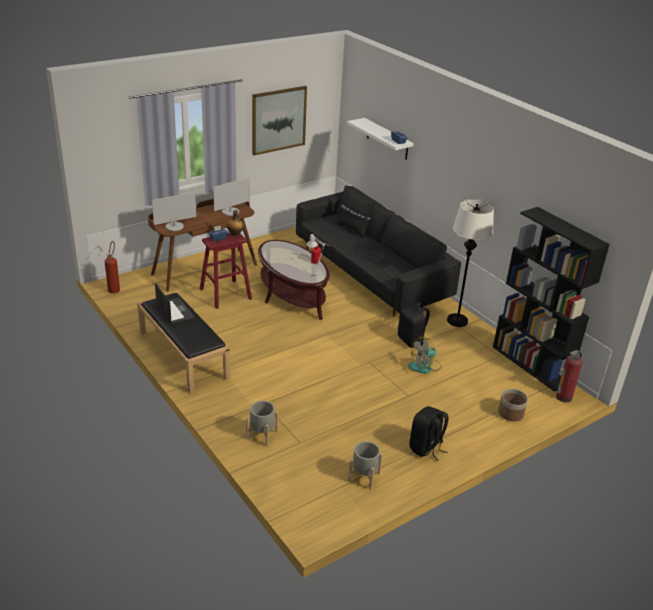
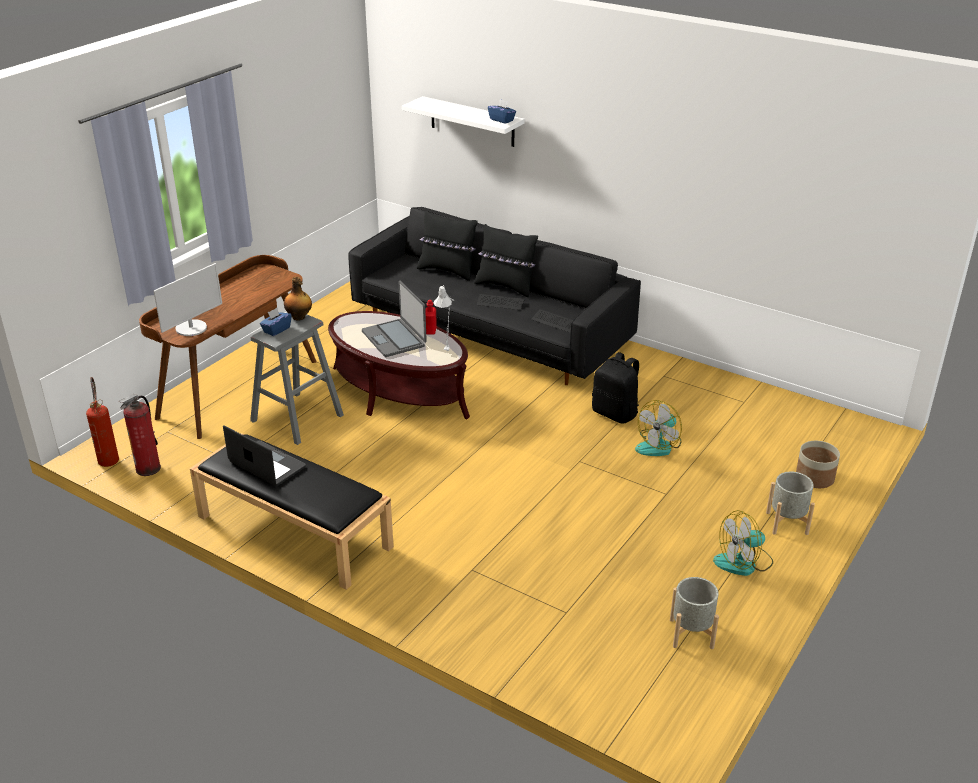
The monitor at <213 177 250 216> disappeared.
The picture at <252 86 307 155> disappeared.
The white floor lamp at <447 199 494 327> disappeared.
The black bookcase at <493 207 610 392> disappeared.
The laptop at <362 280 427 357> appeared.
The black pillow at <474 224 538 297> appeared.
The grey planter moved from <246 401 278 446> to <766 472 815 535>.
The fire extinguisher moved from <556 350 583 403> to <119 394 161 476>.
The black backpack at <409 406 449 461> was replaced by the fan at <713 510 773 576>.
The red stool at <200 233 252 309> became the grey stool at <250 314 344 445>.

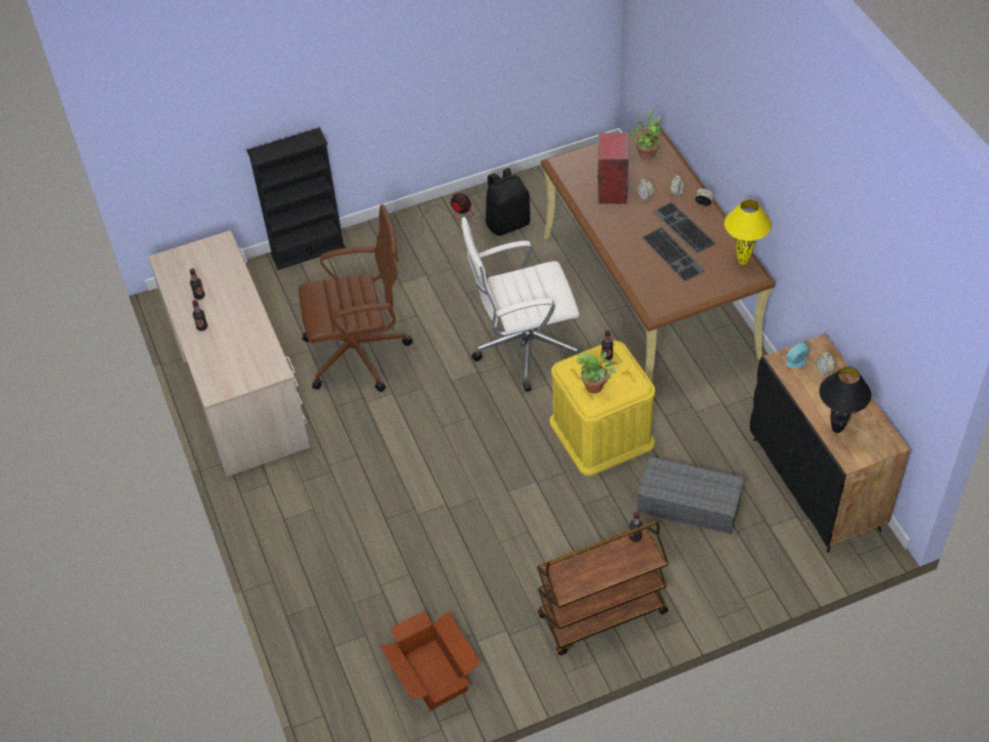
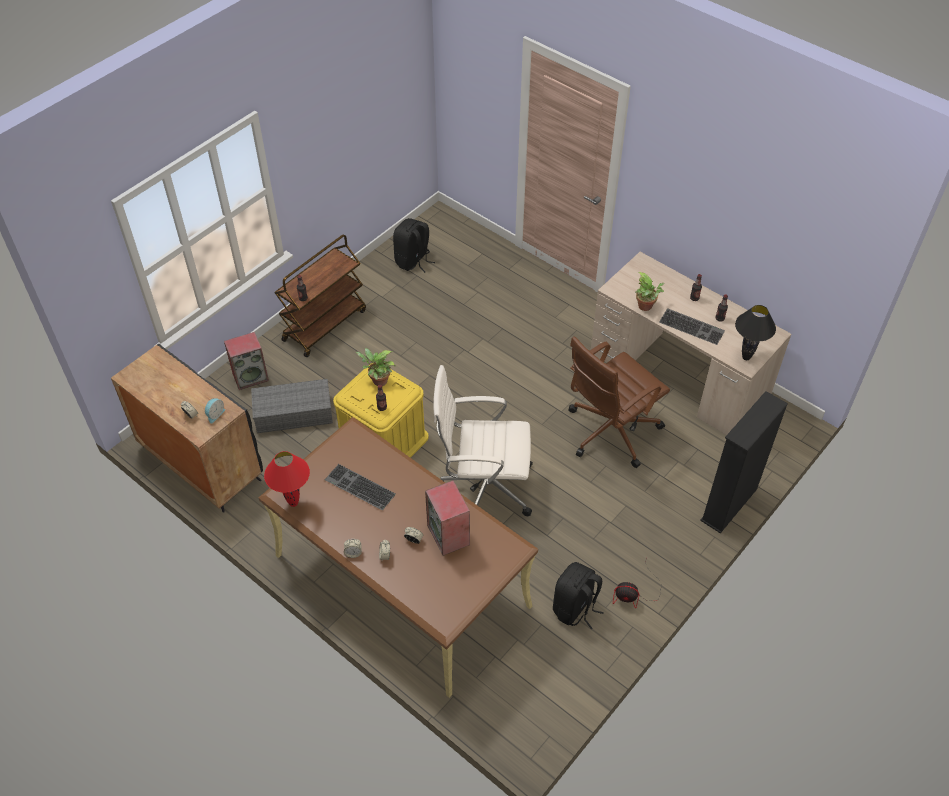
The speaker at <224 332 269 390> appeared.
The potted plant moved from <628 109 663 161> to <636 272 664 311>.
The keyboard moved from <653 202 716 253> to <659 308 725 345>.
The black table lamp moved from <819 367 871 433> to <735 305 776 360>.
The cardboard box at <380 610 481 711> was replaced by the black backpack at <393 218 435 273>.
The yellow table lamp at <724 199 771 265> became the red table lamp at <264 451 310 507>.
The white office chair at <461 217 581 392> turned 135 degrees counterclockwise.

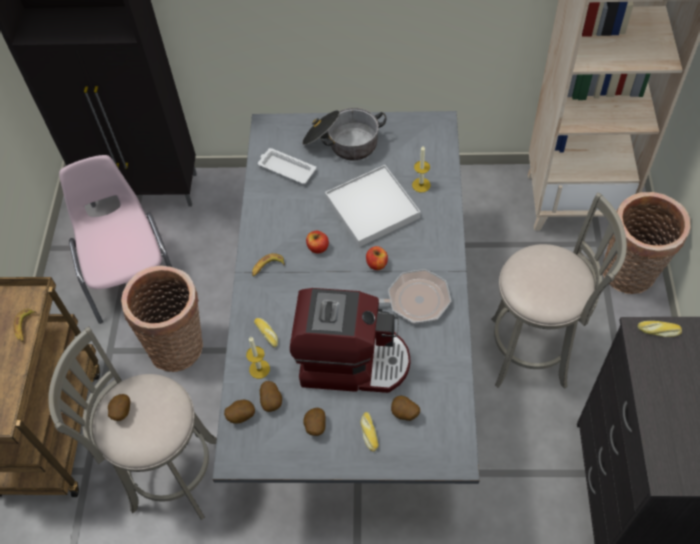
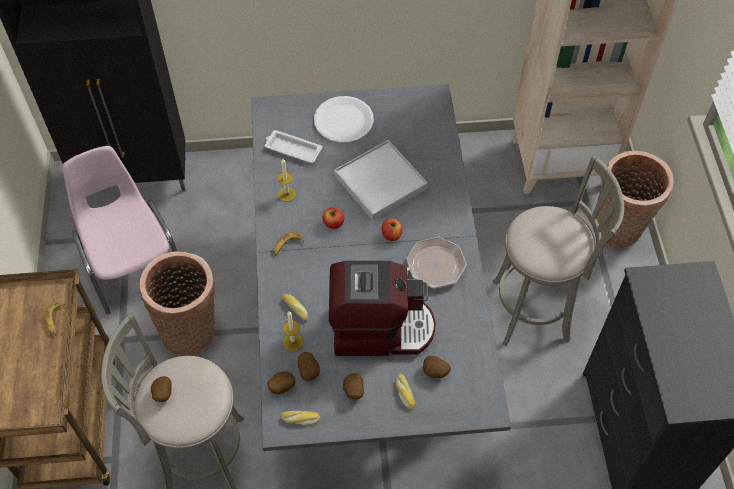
The candle moved from <412 146 431 193> to <277 159 296 202>.
The bread moved from <637 321 682 337> to <281 411 320 425>.
The cooking pot at <302 108 386 161> was replaced by the white plate at <314 96 374 143>.

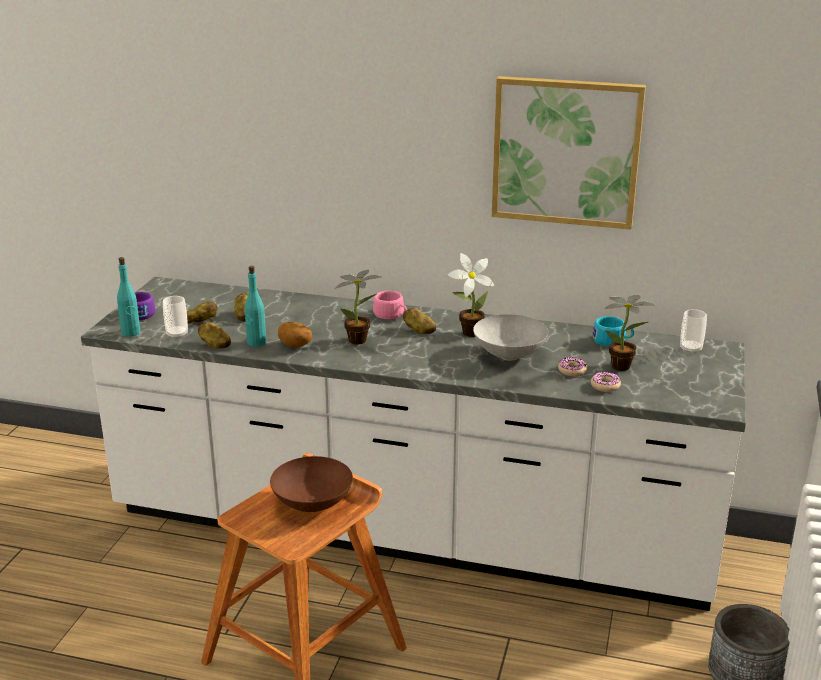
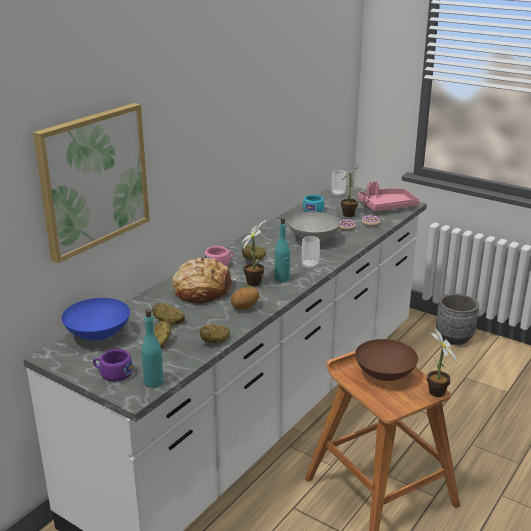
The blue bowl at <62 298 130 341> appeared.
The bread at <172 257 236 304> appeared.
The pink tray at <358 181 420 211> appeared.
The cup moved from <163 296 188 339> to <302 236 320 270>.
The turquoise bottle moved from <245 266 266 347> to <275 218 290 282>.
The potted plant moved from <448 253 495 337> to <427 326 458 397>.
The picture moved from <492 76 646 230> to <33 103 150 263>.

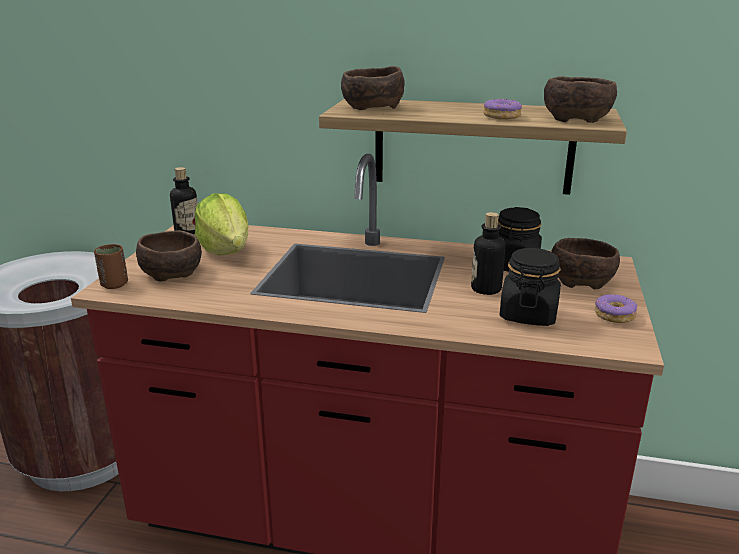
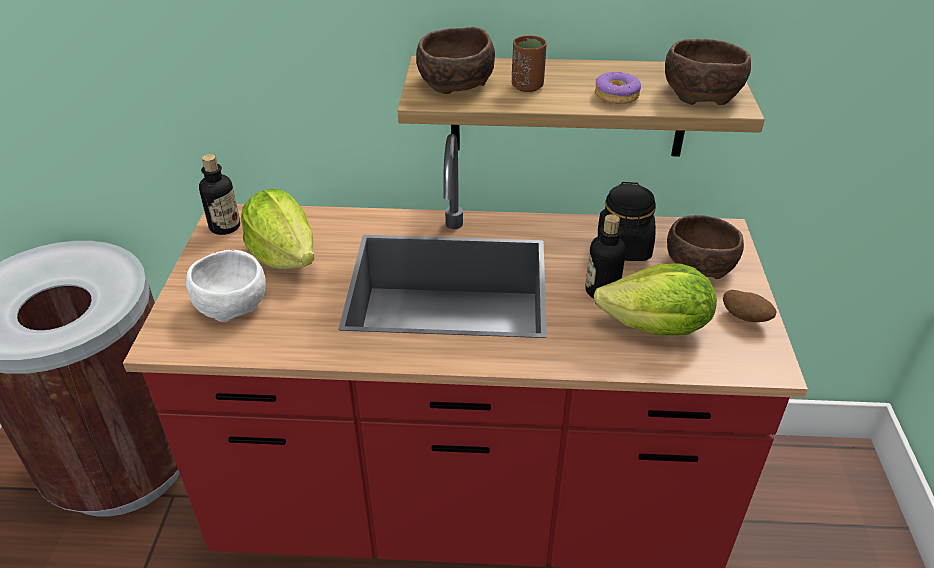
The brown cup moved from <94 244 128 289> to <512 35 547 92>.
The black jar at <500 248 561 326> was replaced by the lettuce at <594 264 717 335>.
The donut at <595 294 638 323> was replaced by the potato at <723 290 776 322>.
The brown bowl at <136 230 202 282> became the white bowl at <186 250 266 322>.

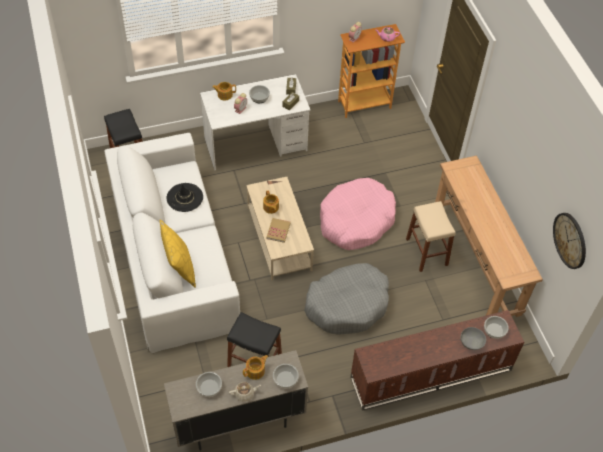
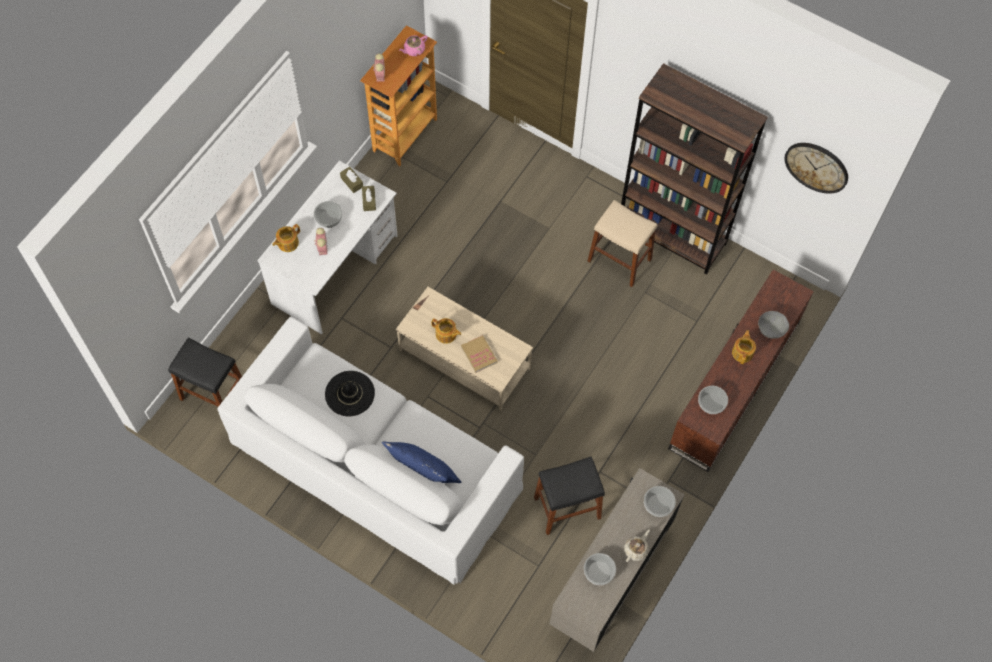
The grey dog bed at <304 263 389 335> disappeared.
The pink dog bed at <320 178 396 250> disappeared.
The teapot moved from <243 355 268 380> to <732 330 756 364>.
The bowl moved from <484 316 509 339> to <698 386 728 414>.
The brown console table at <435 155 543 317> was replaced by the brown bookcase at <621 63 768 275>.
The yellow pillow at <160 219 196 288> became the blue pillow at <382 441 461 483>.

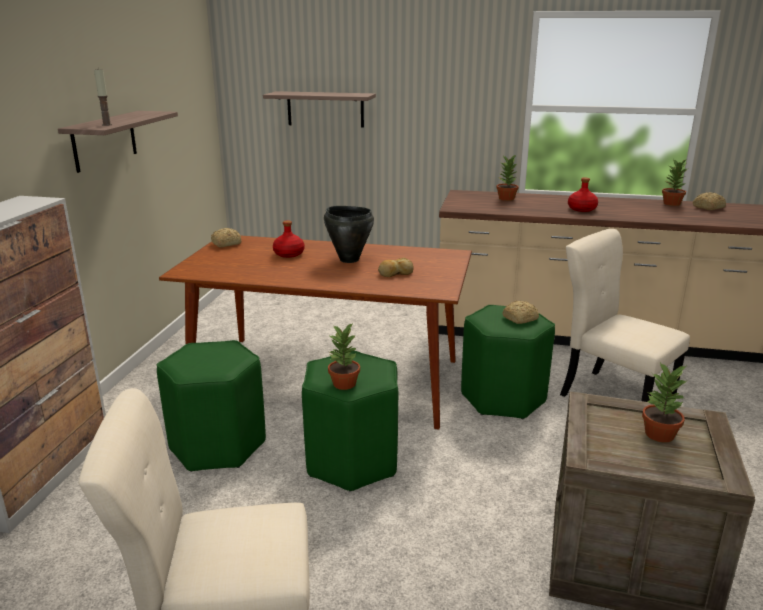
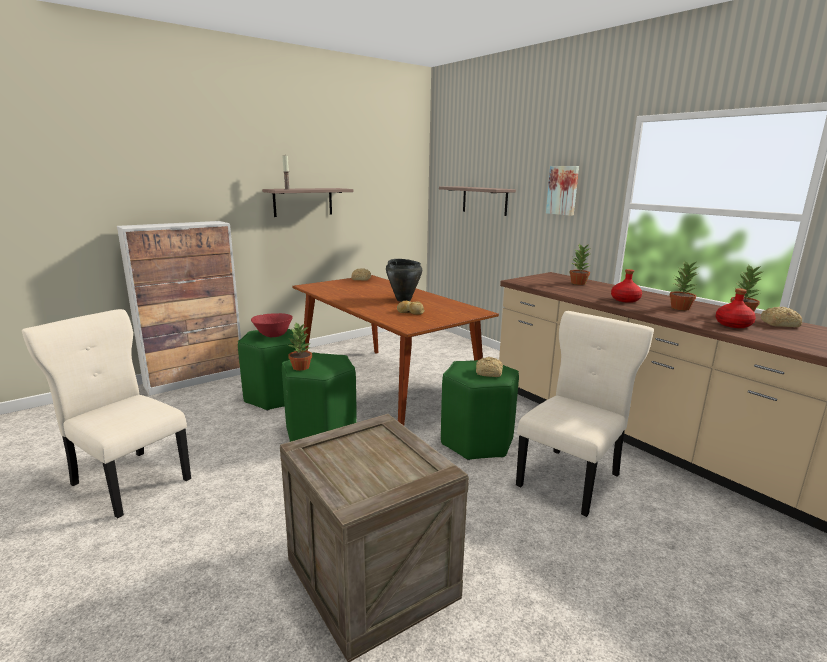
The red bowl at <251 313 293 337> appeared.
The picture at <546 166 579 216> appeared.
The red bottle moved from <273 220 305 258> to <715 288 756 328>.
The potted plant moved from <642 363 687 442> to <669 262 700 311>.
The beige chair at <560 229 690 402> turned 45 degrees clockwise.

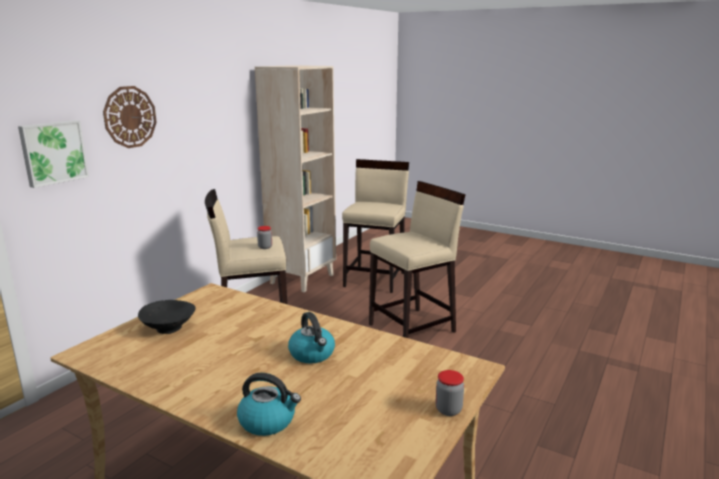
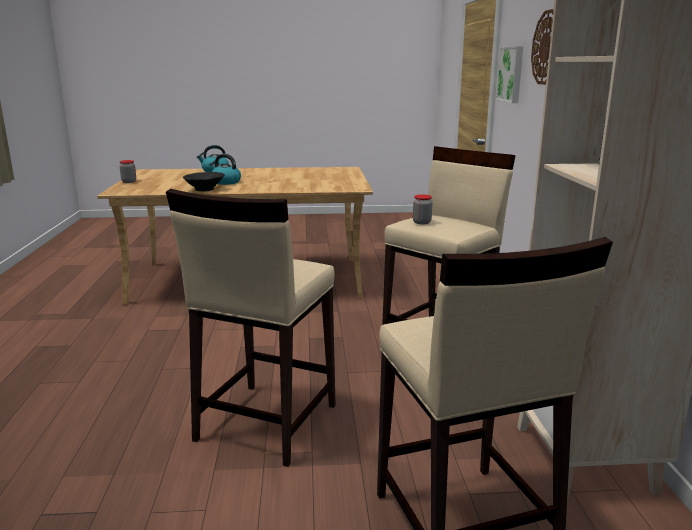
The black bowl moved from <138 300 196 334> to <183 172 225 191>.

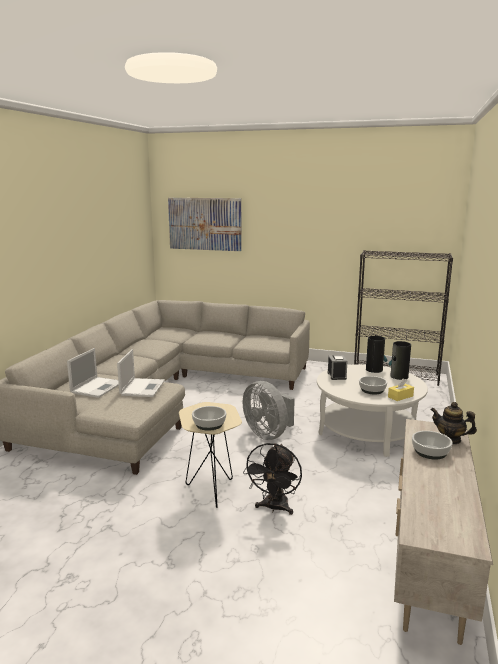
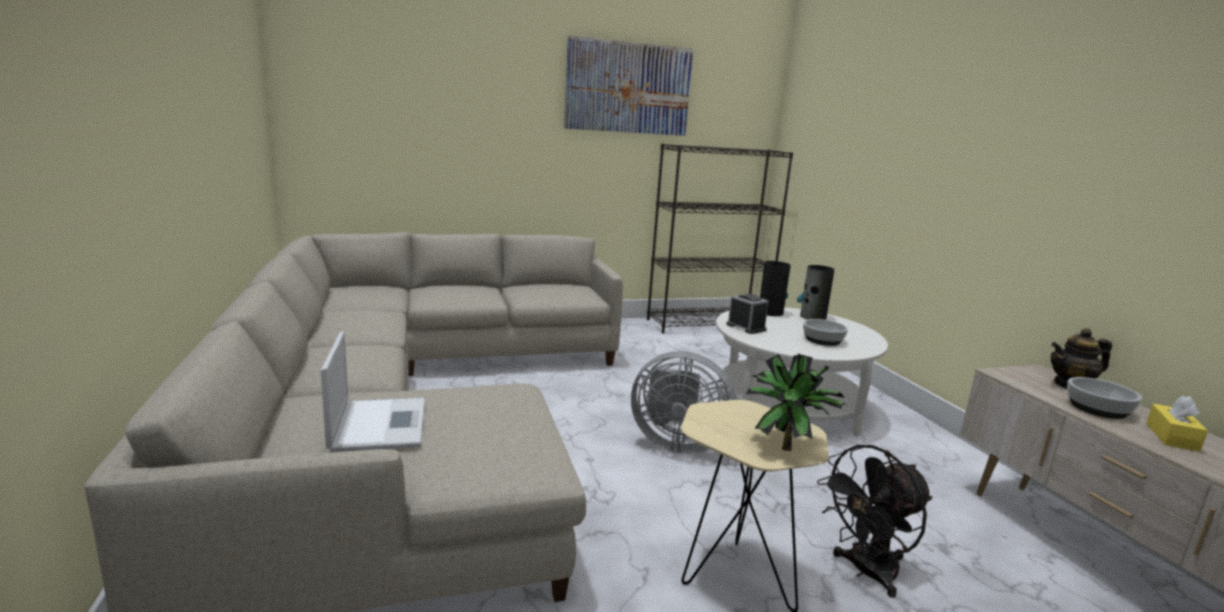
The laptop at <117 349 165 397> disappeared.
The picture moved from <168 198 242 251> to <564 35 693 136>.
The yellow tissue box moved from <388 378 414 401> to <1146 396 1208 452>.
The bowl at <192 406 226 431> was replaced by the potted plant at <746 354 846 451>.
The black fan at <243 443 302 515> turned 75 degrees clockwise.

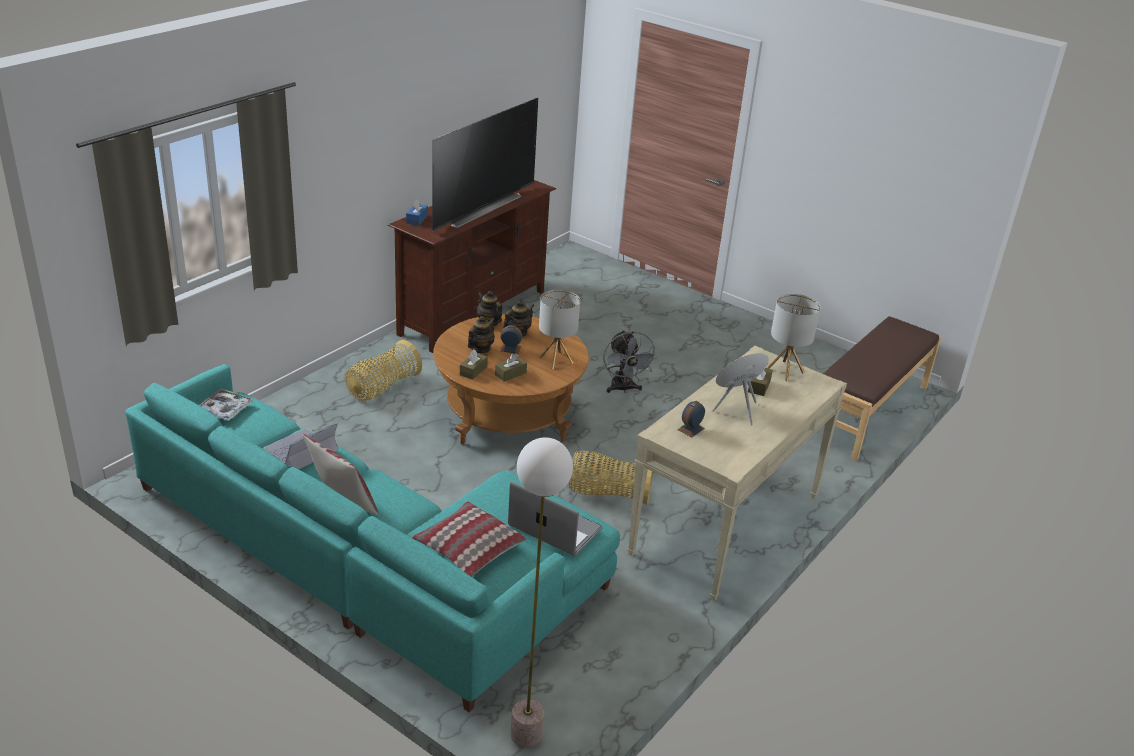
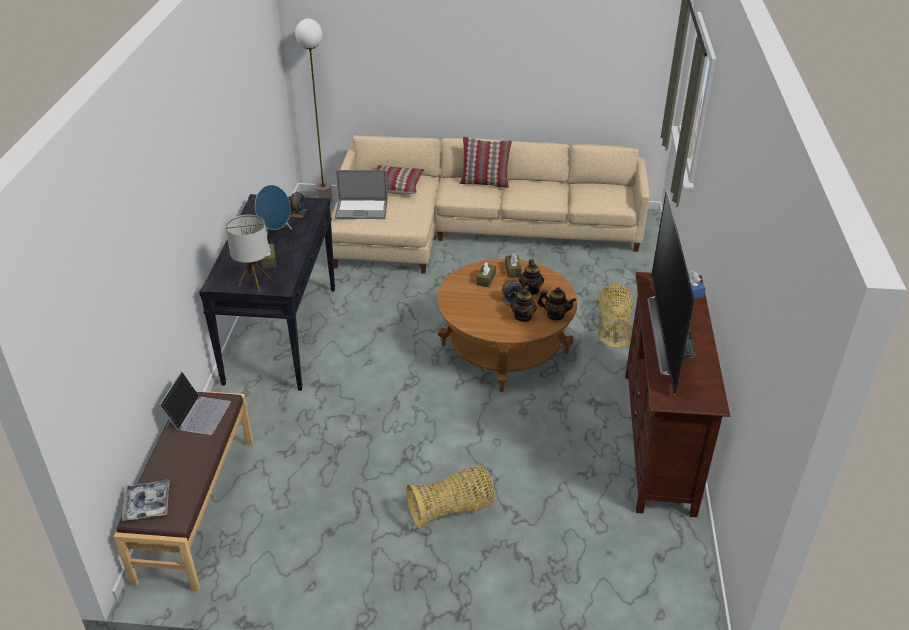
The table lamp at <539 290 580 370> disappeared.
The grey fan at <603 330 657 393> disappeared.
The tray moved from <199 388 253 421> to <122 480 170 521>.
The laptop moved from <263 422 338 469> to <159 371 231 435>.
The basket moved from <569 451 653 505> to <406 466 495 529>.
The turquoise sofa at <125 364 620 712> became the beige sofa at <331 135 649 274>.
The beige console table at <627 346 847 601> became the black console table at <199 194 335 391>.

